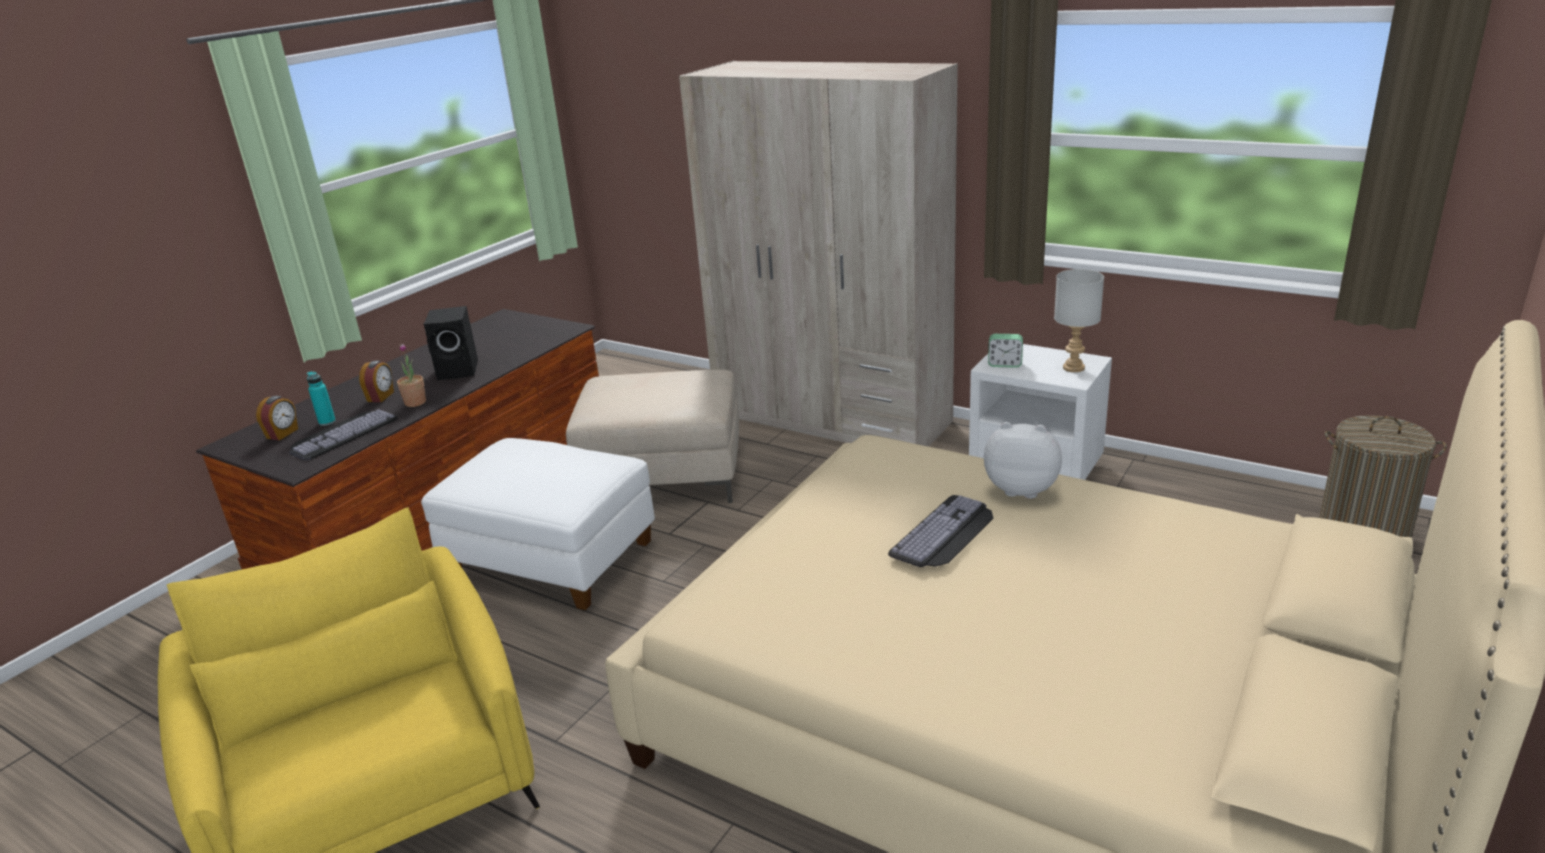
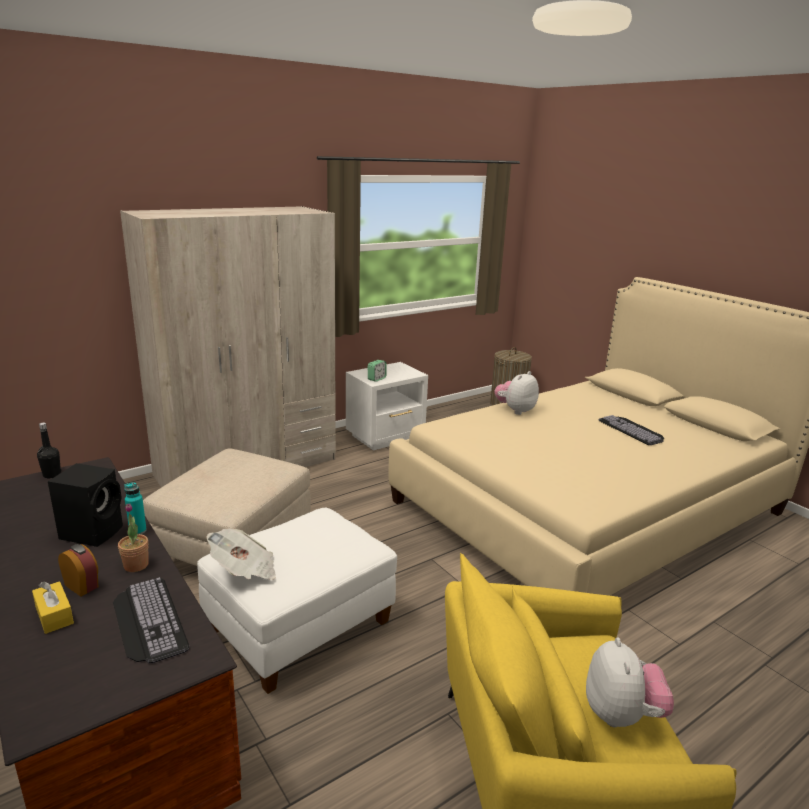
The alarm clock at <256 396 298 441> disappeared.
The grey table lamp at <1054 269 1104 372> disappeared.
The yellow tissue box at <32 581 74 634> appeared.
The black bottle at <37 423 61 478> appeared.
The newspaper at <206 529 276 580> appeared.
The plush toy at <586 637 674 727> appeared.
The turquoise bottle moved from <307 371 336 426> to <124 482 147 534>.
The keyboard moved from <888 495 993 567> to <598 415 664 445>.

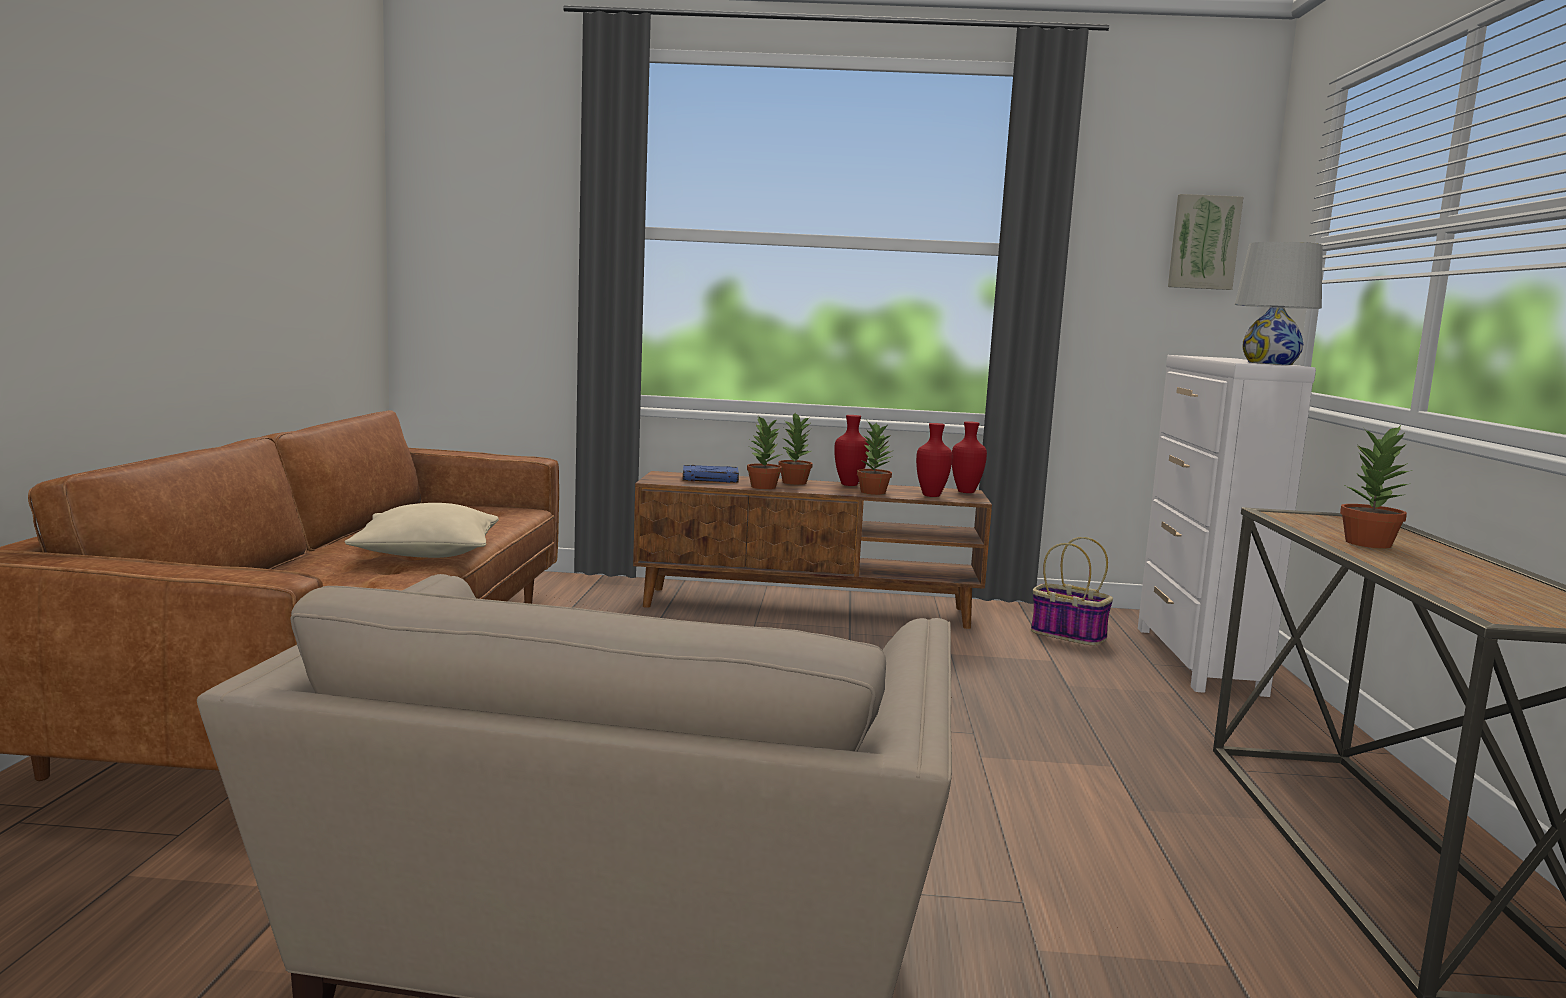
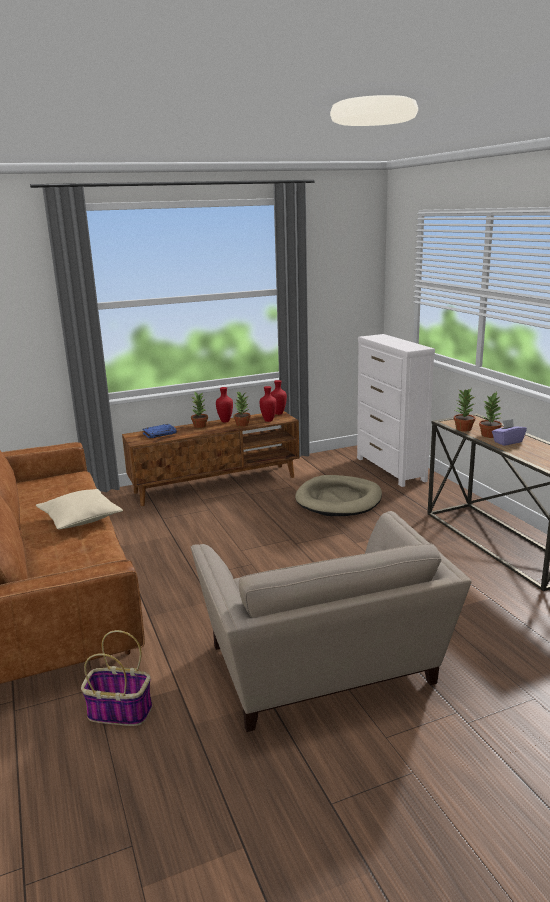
The picture at <1168 194 1243 290> disappeared.
The white table lamp at <1235 242 1323 365> disappeared.
The beige dog bed at <295 475 382 516> appeared.
The purple tissue box at <492 419 527 446> appeared.
The potted plant moved from <747 415 782 489> to <454 389 475 432>.
The basket moved from <1031 537 1113 646> to <81 630 152 726>.

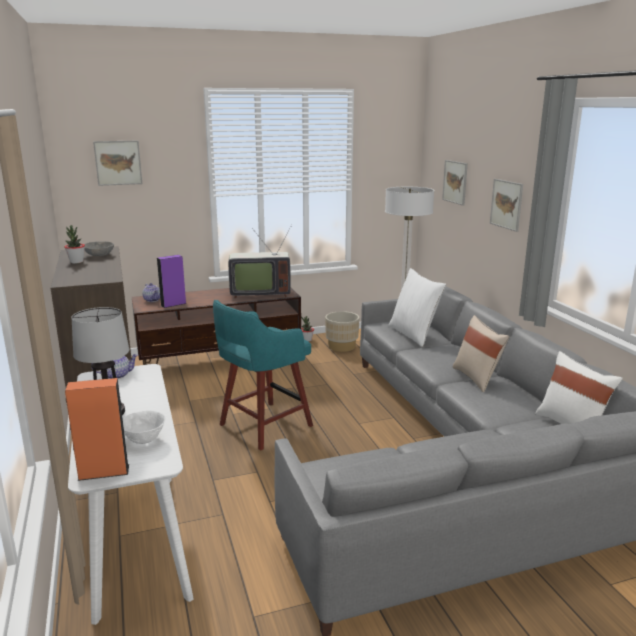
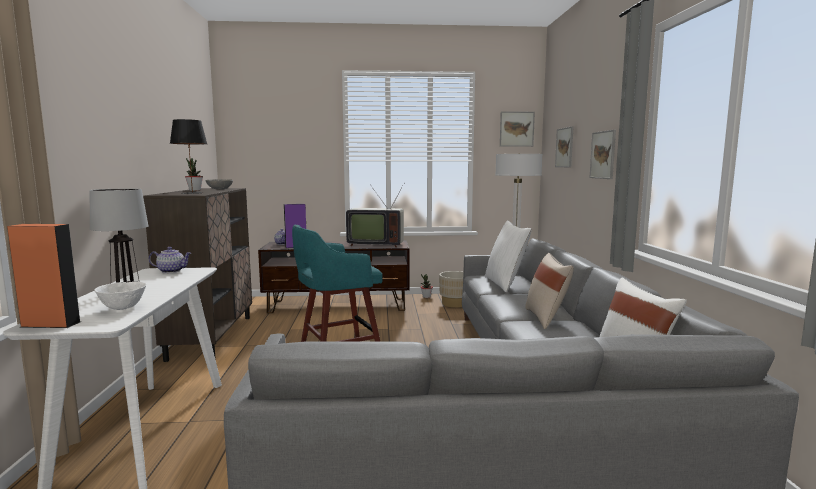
The black table lamp at <170 119 207 194> appeared.
The picture moved from <93 141 142 186> to <500 111 535 147>.

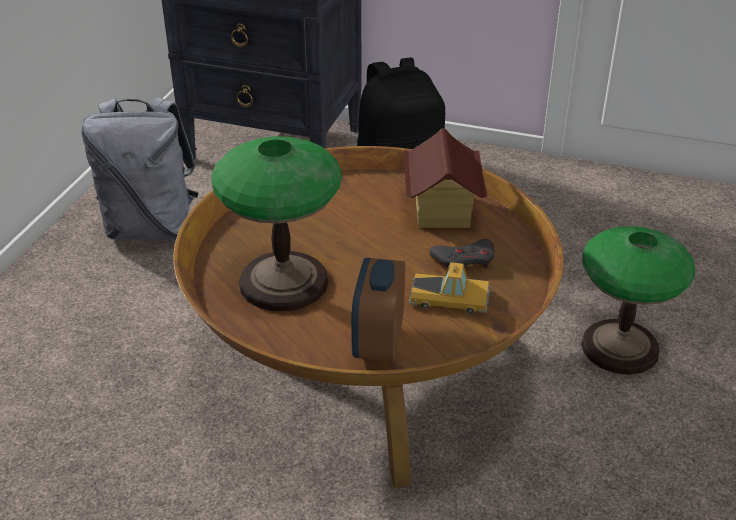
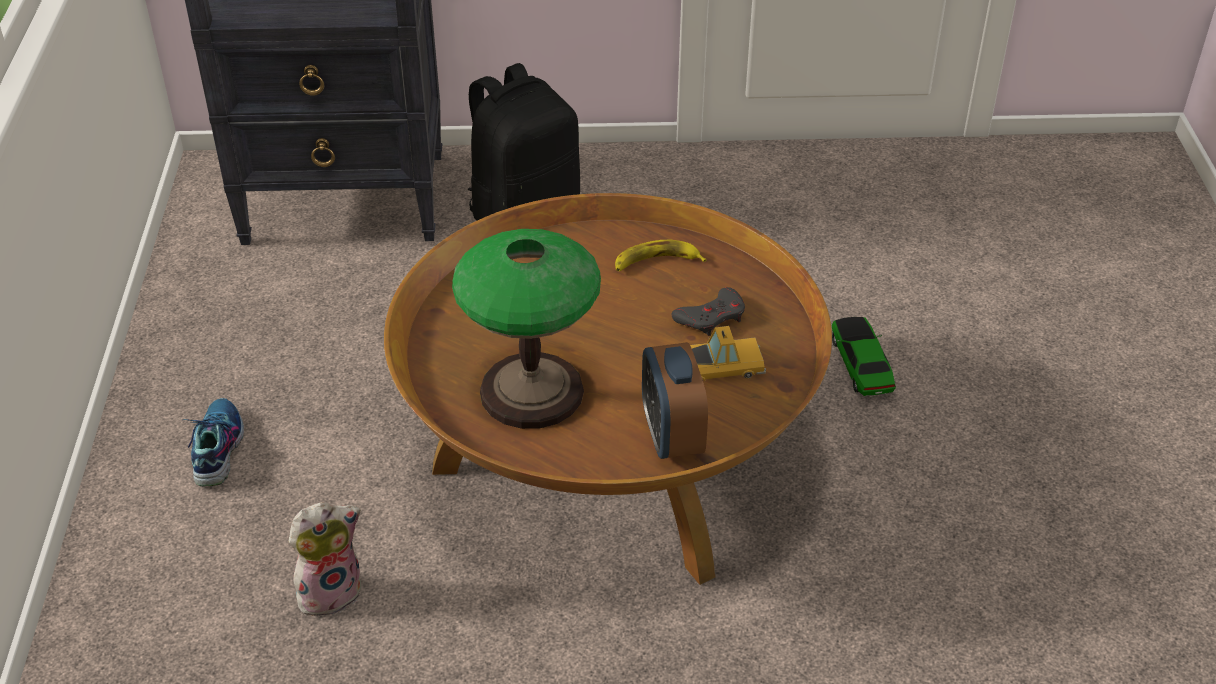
The grey backpack at <81 97 199 240> disappeared.
The shoe at <184 398 244 487> appeared.
The plush toy at <289 502 362 616> appeared.
The toy house at <404 128 487 228> was replaced by the banana at <615 240 706 271>.
The table lamp at <581 226 695 375> was replaced by the toy car at <832 317 896 396>.

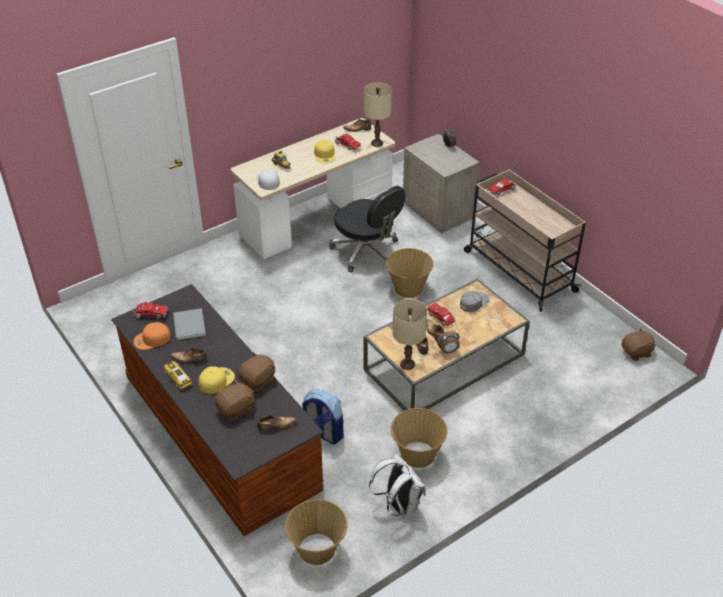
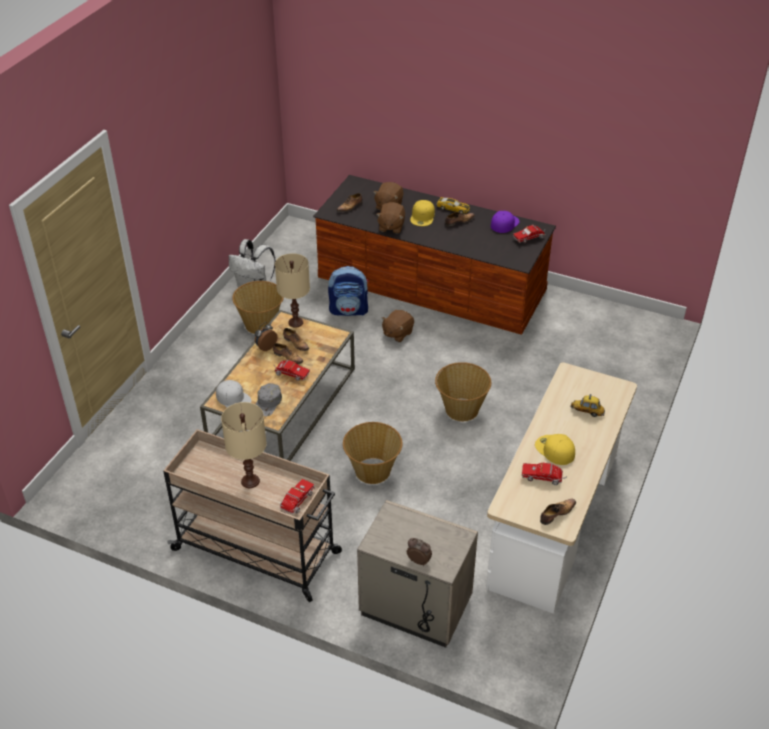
The grey book at <173 308 206 340> disappeared.
The black office chair at <329 186 406 272> disappeared.
The white cap moved from <256 169 280 190> to <216 380 252 407>.
The basket moved from <285 499 347 565> to <435 362 491 421>.
The beige table lamp moved from <364 83 392 147> to <221 402 267 488>.
The brown plush toy moved from <622 328 656 361> to <382 310 414 342>.
The orange cap at <134 322 171 350> became the purple cap at <491 211 520 233>.

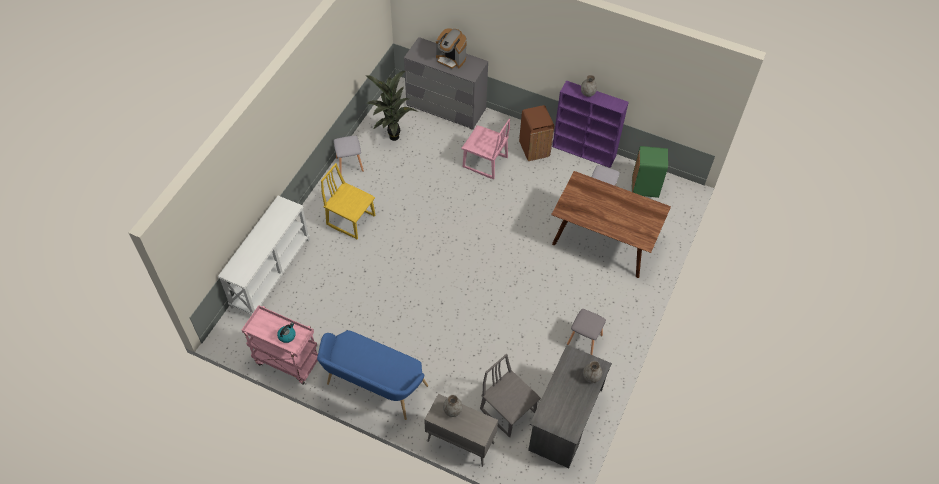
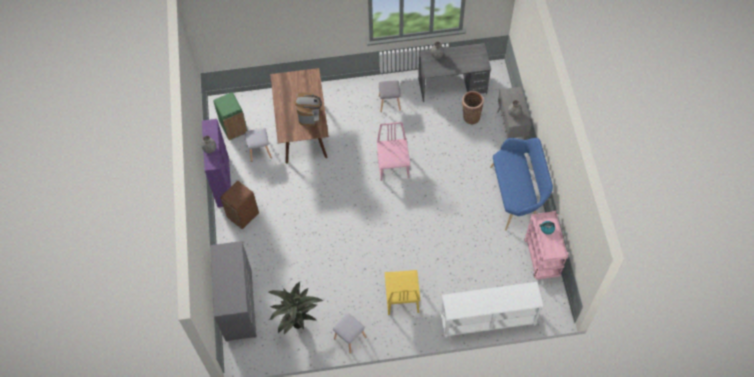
The coffee machine moved from <436 28 467 69> to <295 92 322 126>.
The pink chair moved from <461 119 510 179> to <377 122 410 181>.
The grey chair at <480 354 541 437> was replaced by the basket at <462 91 484 124>.

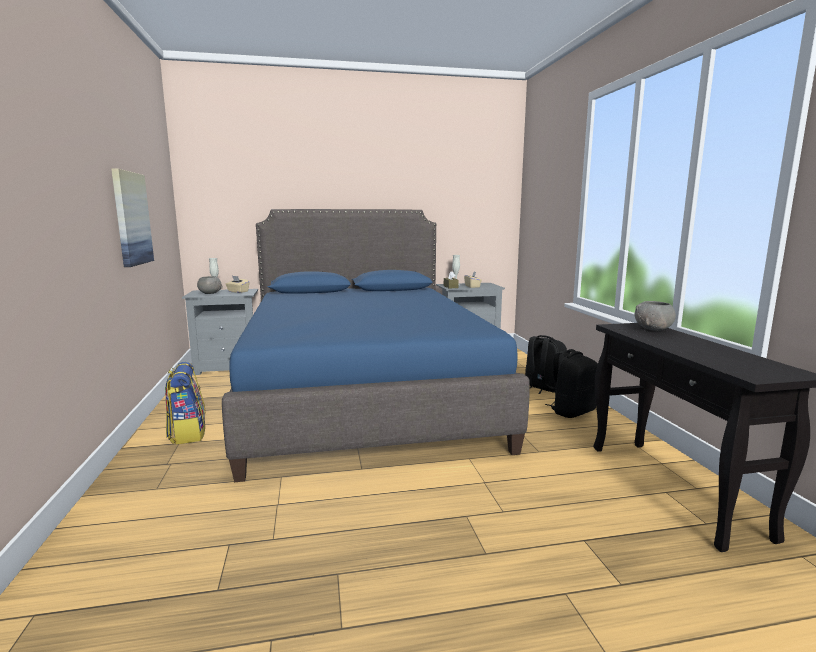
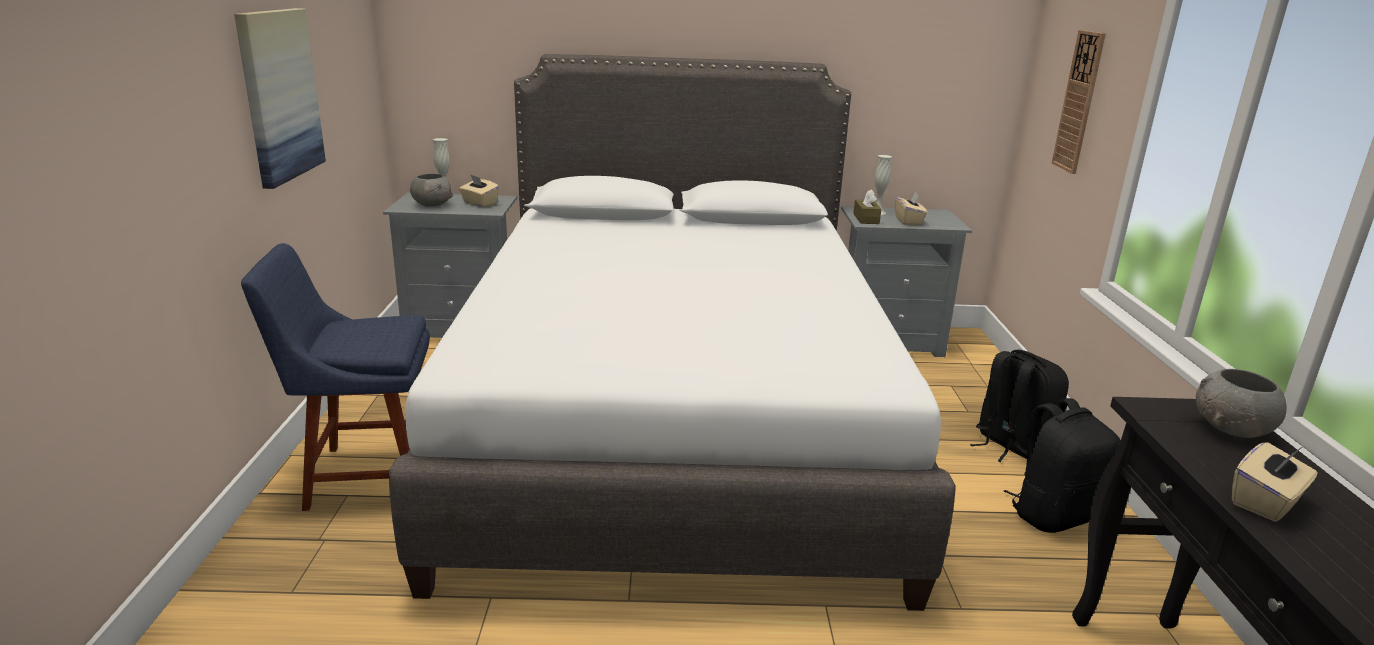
The wall clock at <1052 30 1106 174> appeared.
The beige tissue box at <1232 443 1318 522> appeared.
The backpack at <165 362 206 444> was replaced by the blue chair at <241 243 430 511>.
The blue bed at <222 209 530 482> became the white bed at <389 54 956 611>.

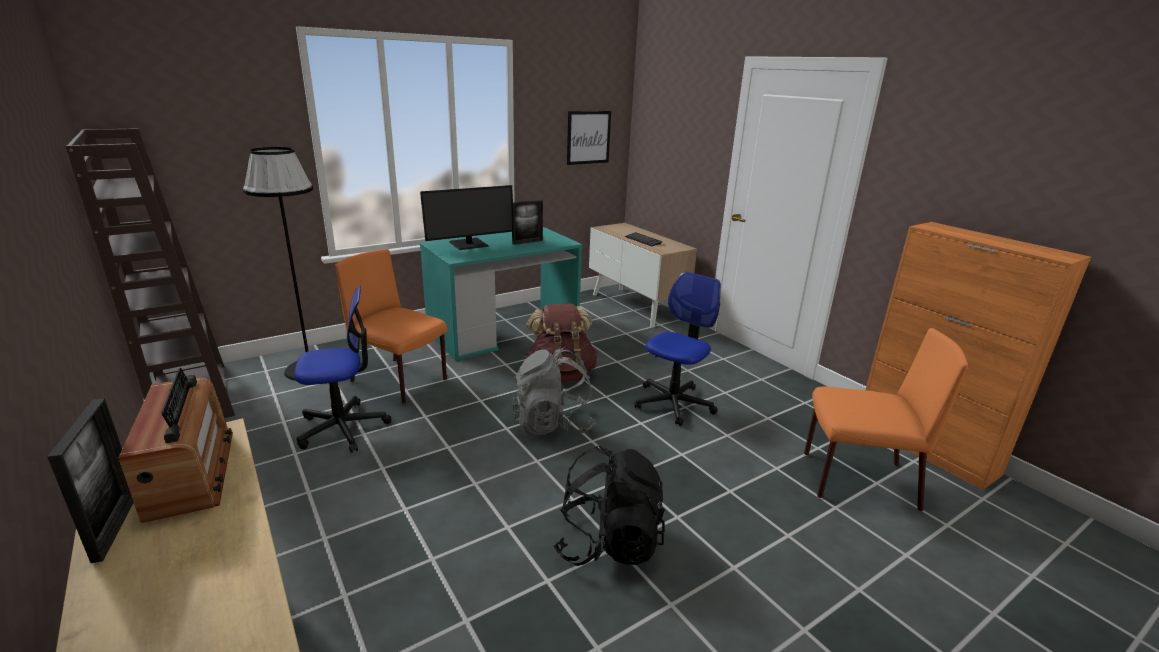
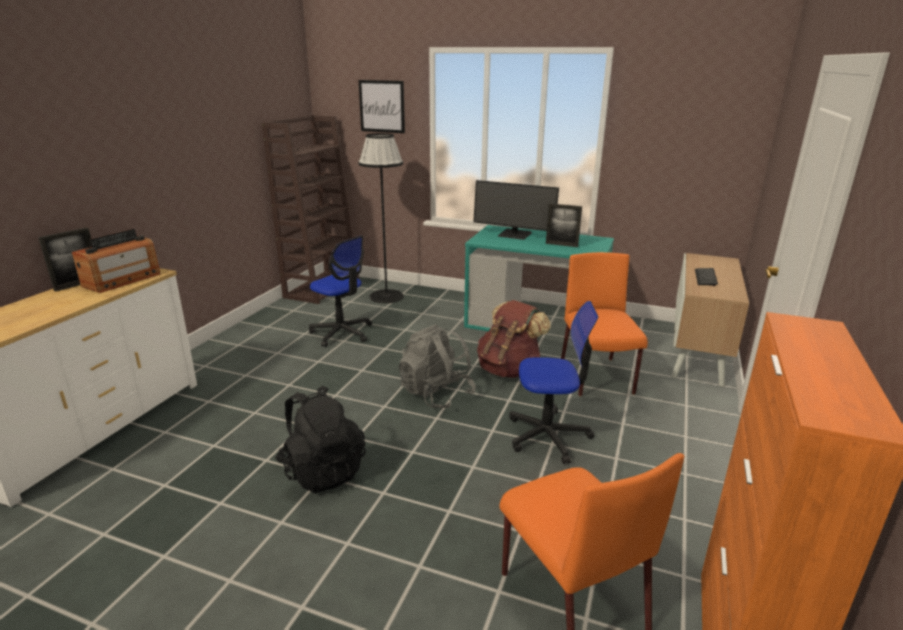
The orange chair moved from <335 249 448 404> to <561 252 648 396>.
The picture moved from <567 111 611 165> to <359 80 405 133>.

